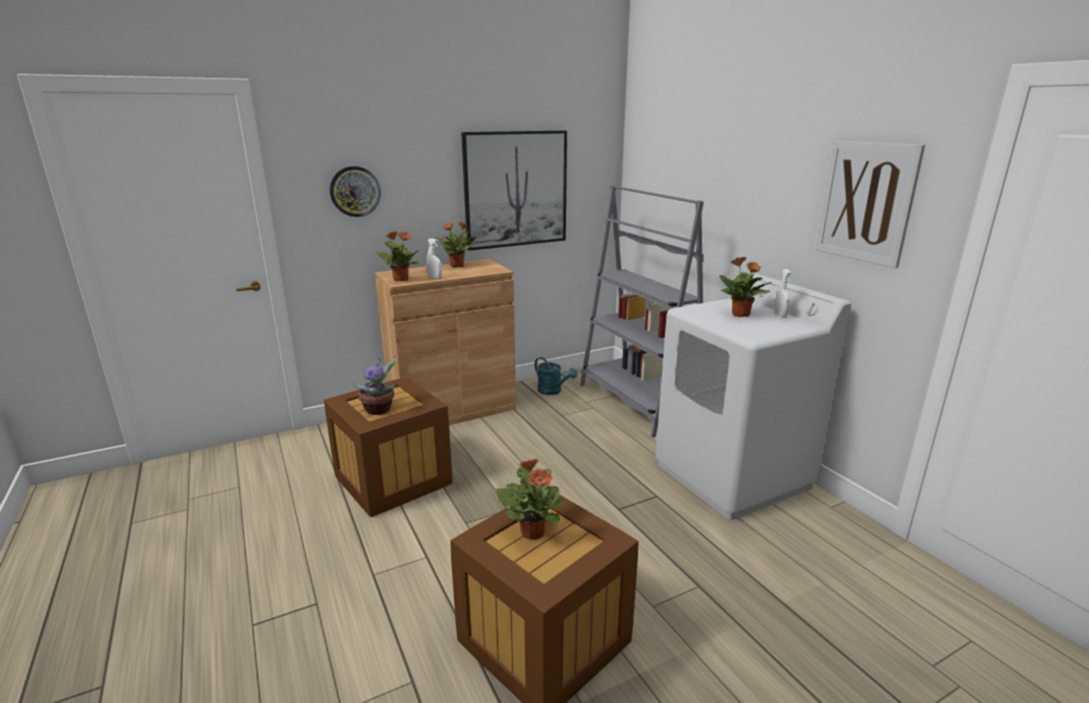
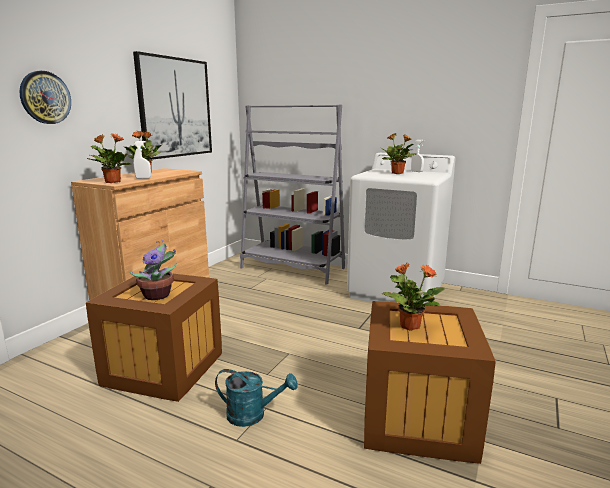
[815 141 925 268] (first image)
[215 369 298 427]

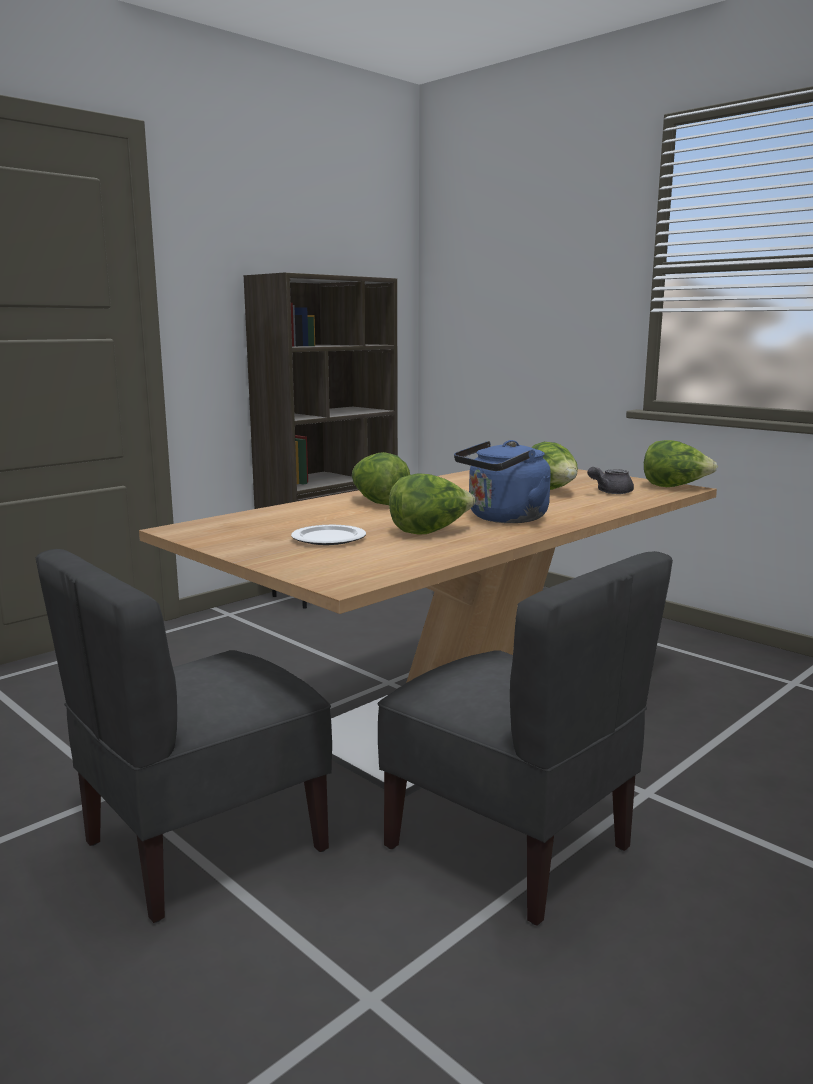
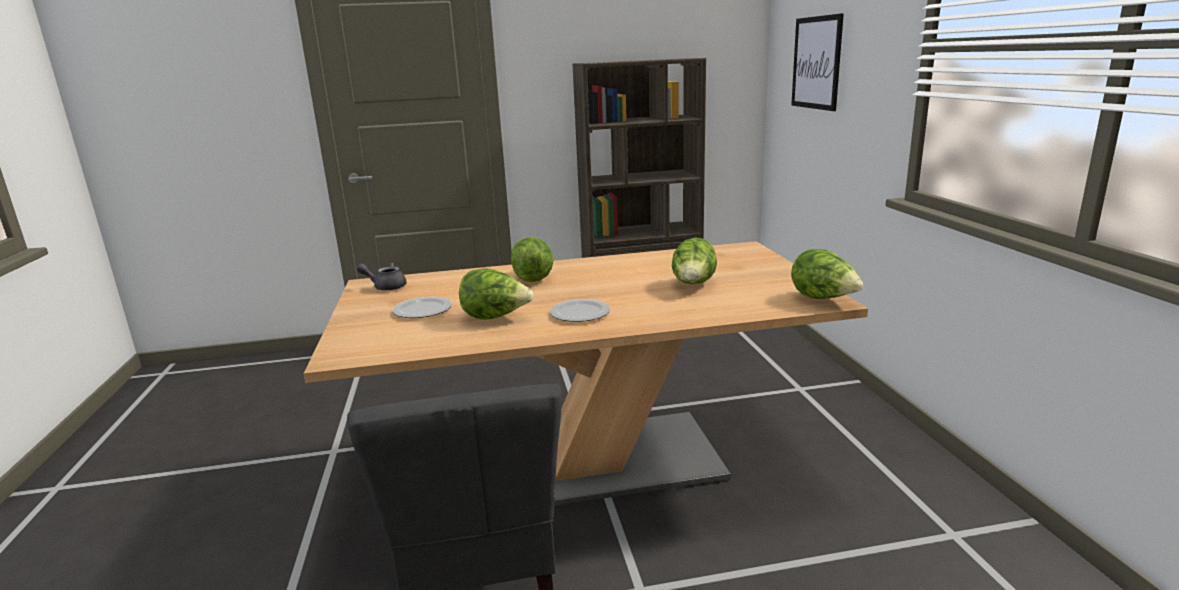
[36 549 332 923] (first image)
[791 13 844 111]
[356 263 407 291]
[550 299 610 322]

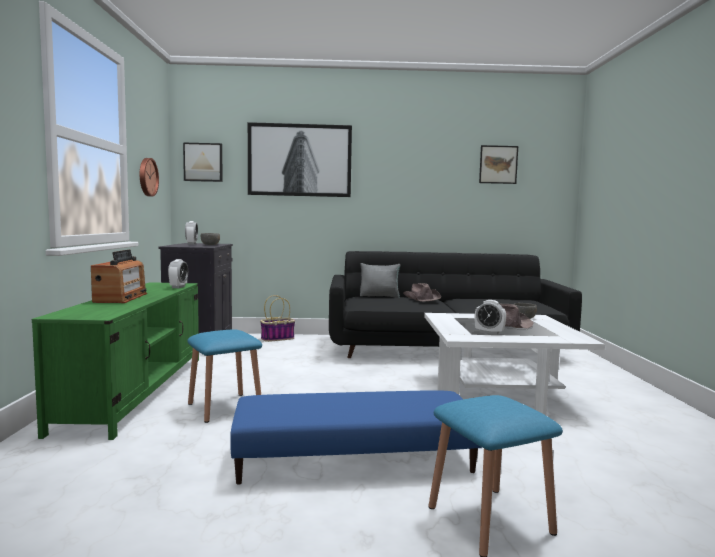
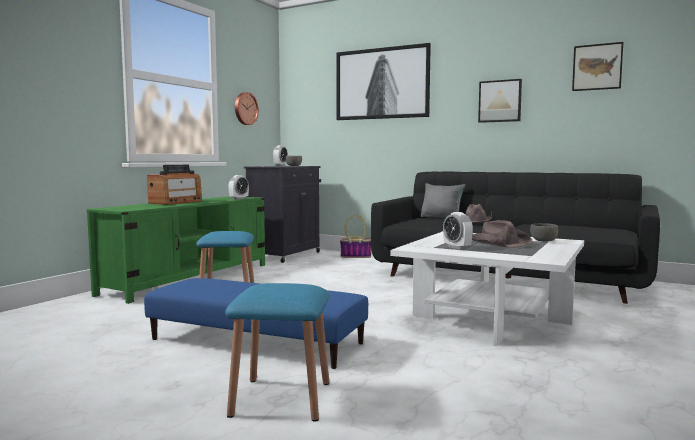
[478 79 522 123]

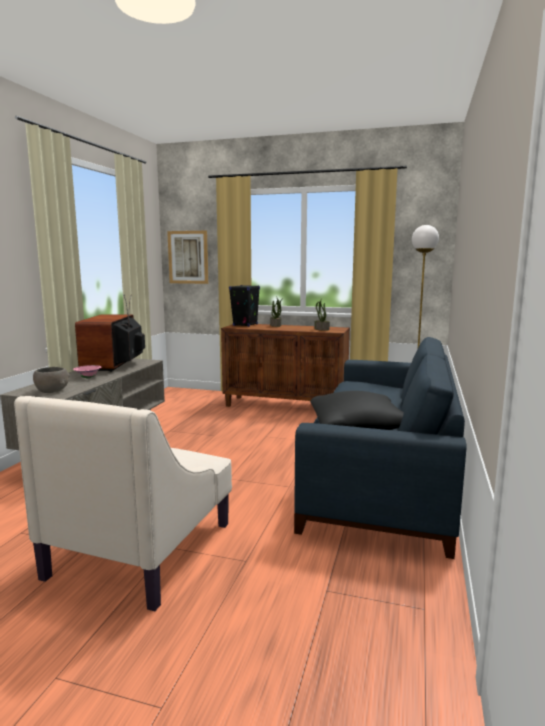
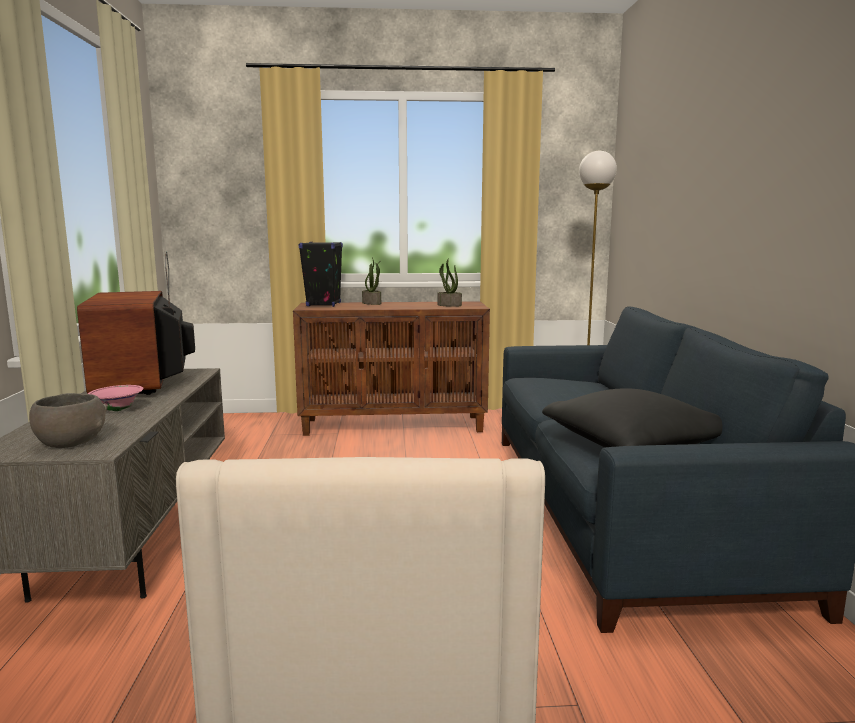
[167 231 208 284] (first image)

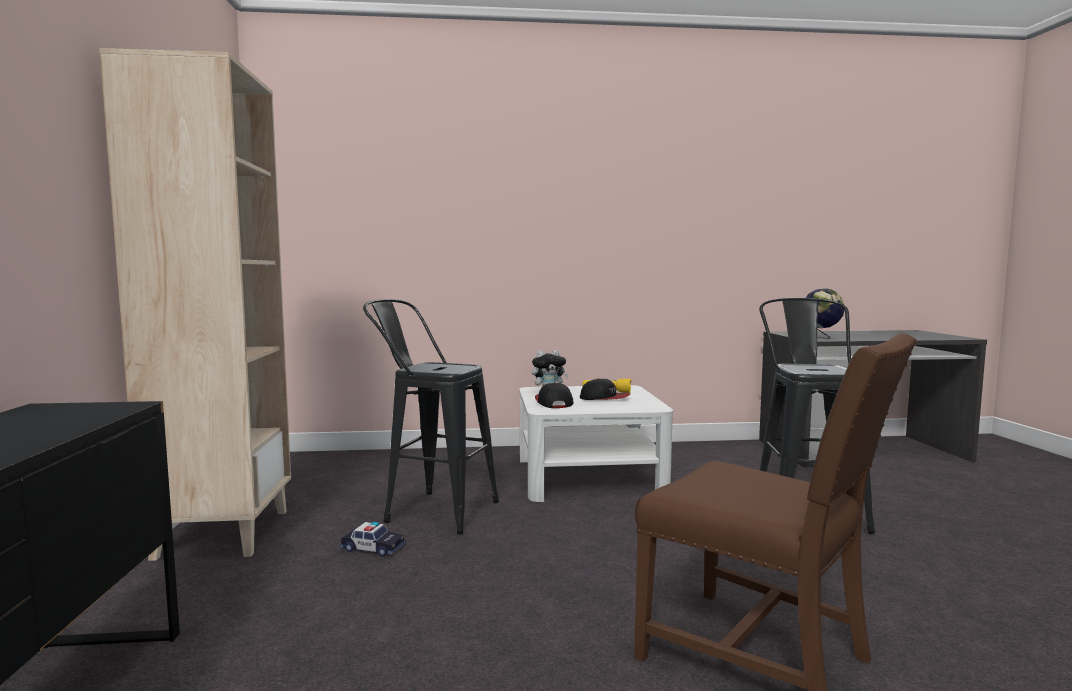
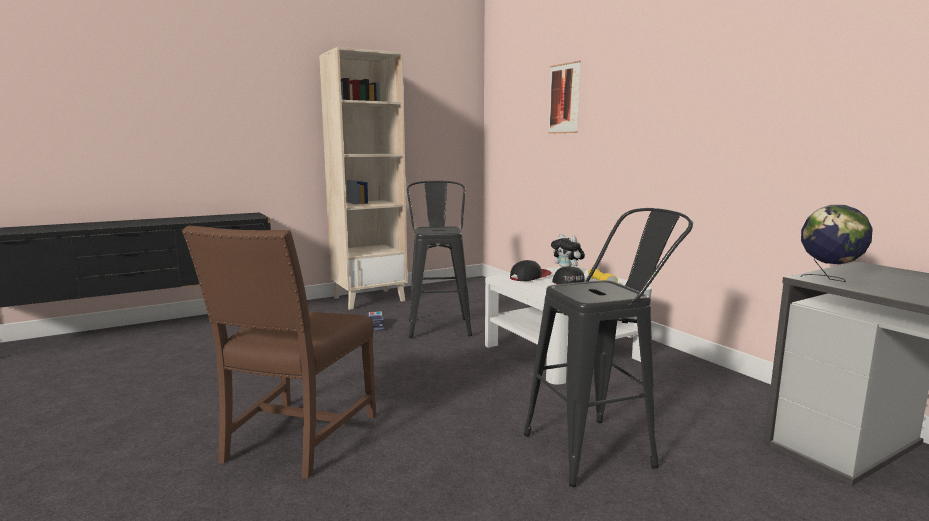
[548 61 581 134]

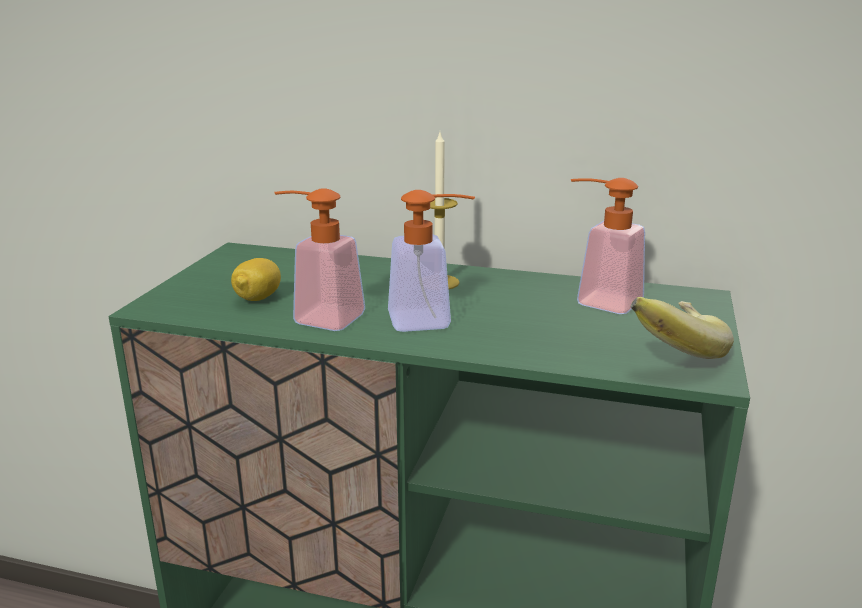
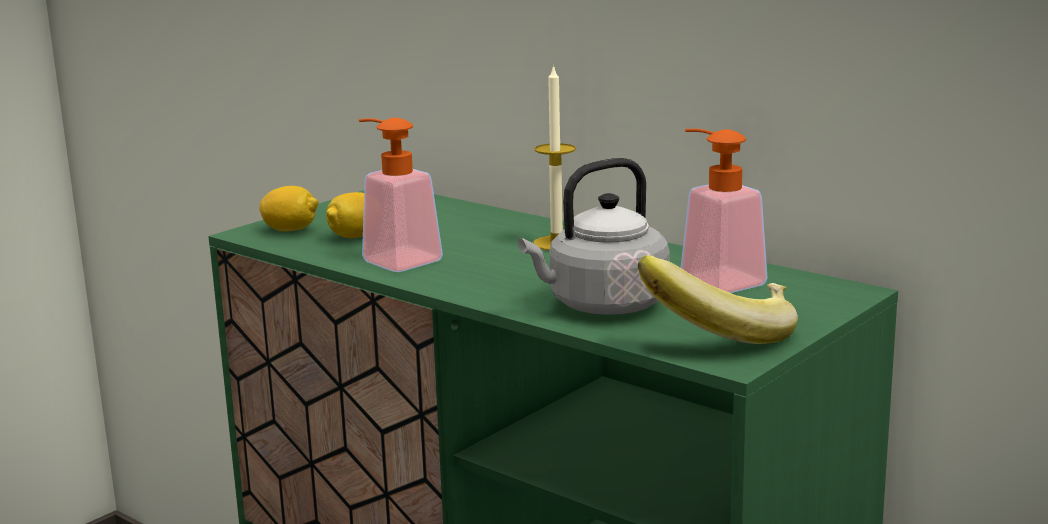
[388 190 475 332] (first image)
[259 186 319 232]
[518 158 670 315]

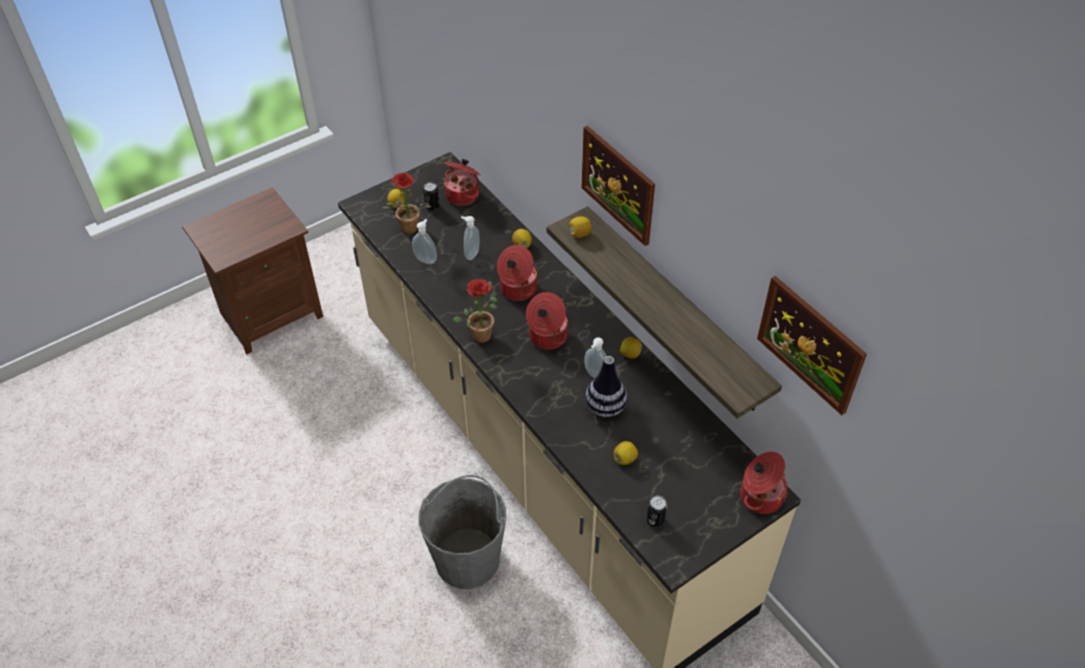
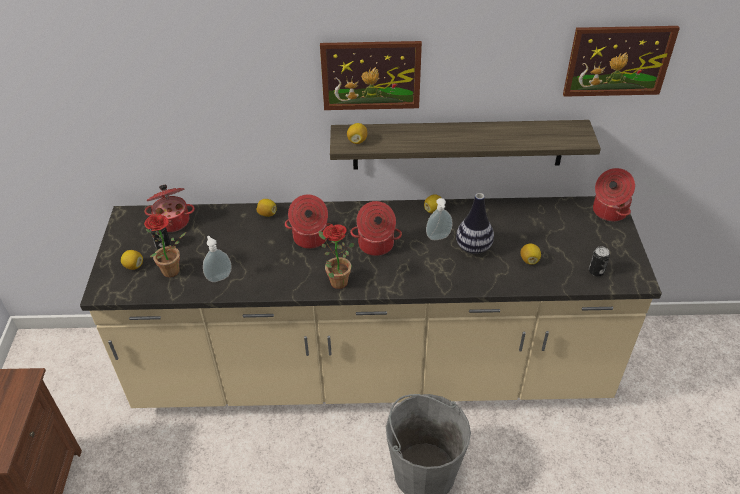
[461 216 480 260] (first image)

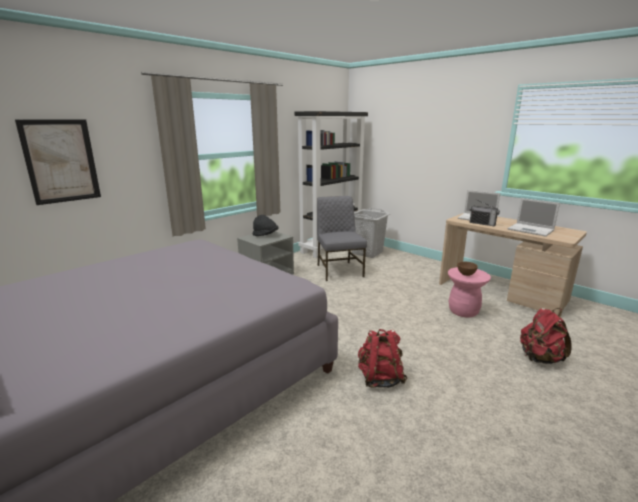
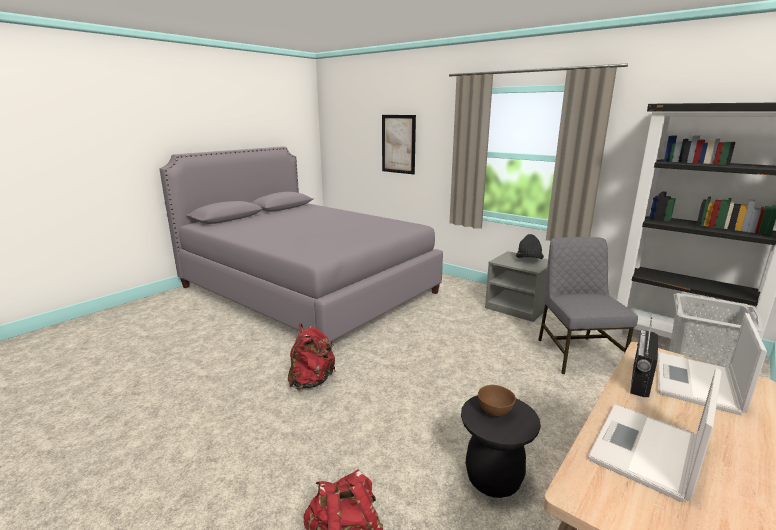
[461 395 541 498]
[538 237 638 374]

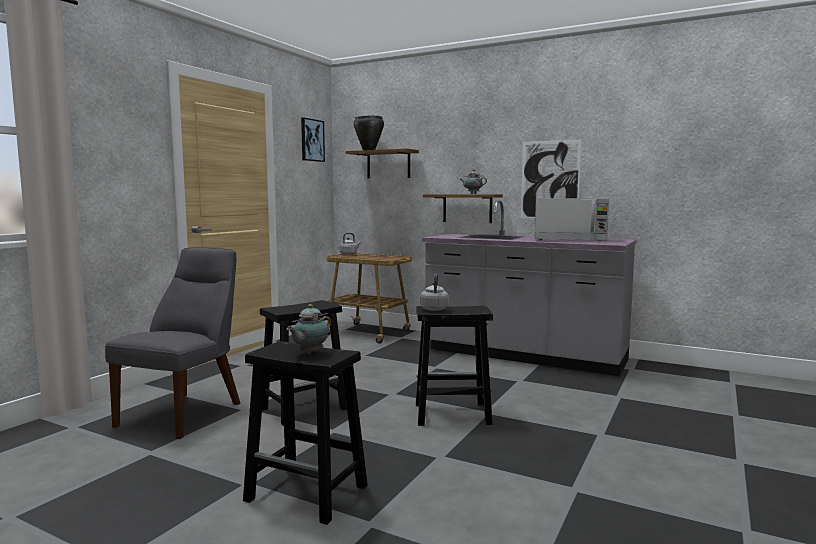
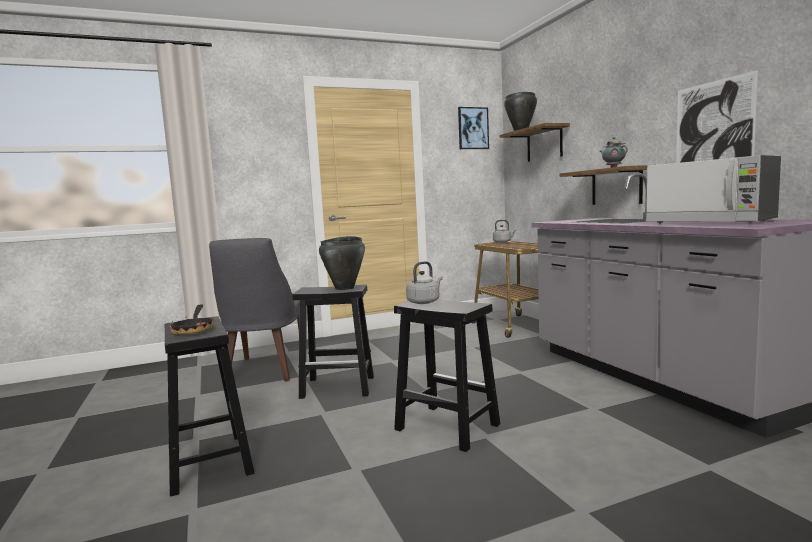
[319 236 365 290]
[170 304 214 335]
[209 238 299 381]

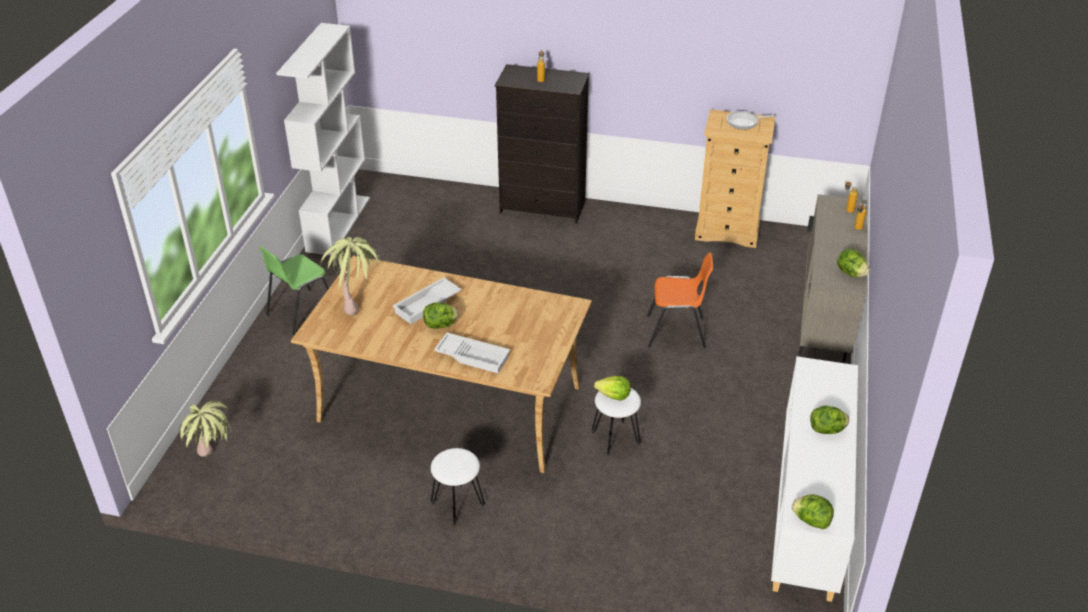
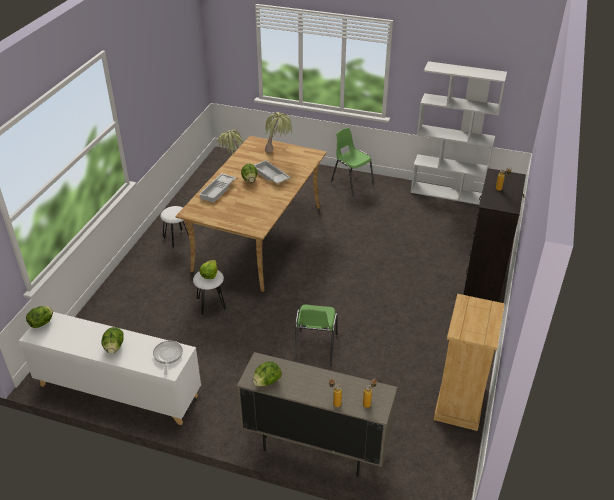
[153 341 183 375]
[294 305 338 366]

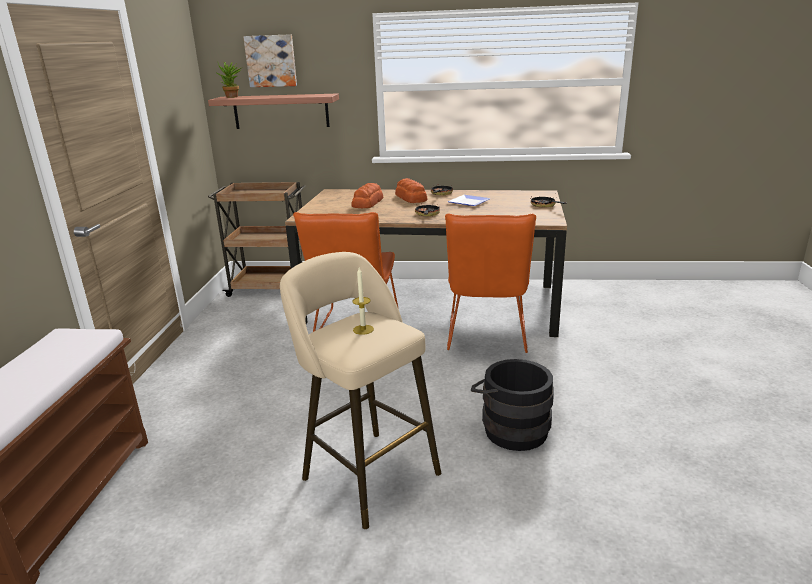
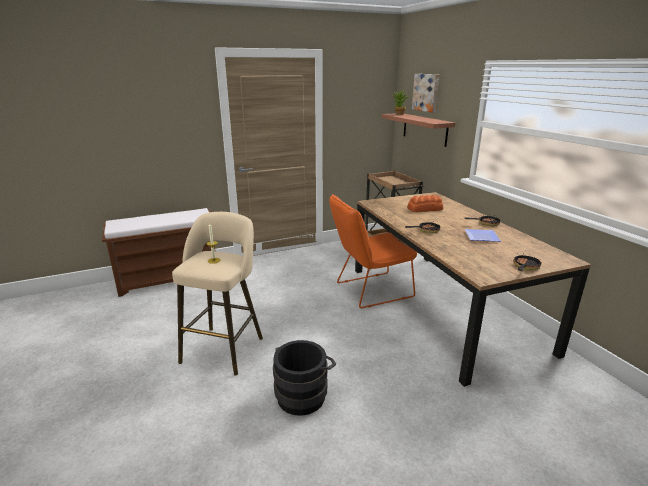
[395 178 428 203] (first image)
[445 213 536 353] (first image)

